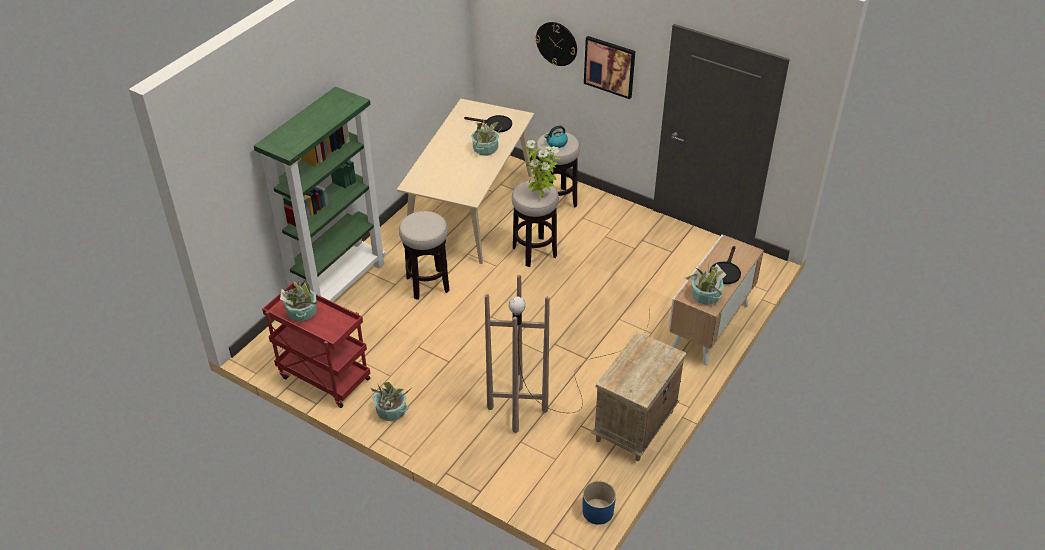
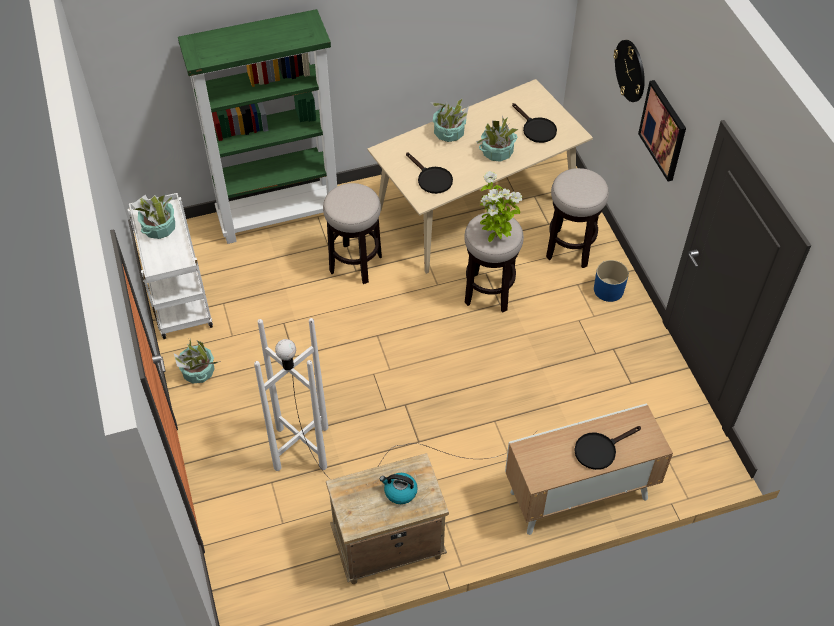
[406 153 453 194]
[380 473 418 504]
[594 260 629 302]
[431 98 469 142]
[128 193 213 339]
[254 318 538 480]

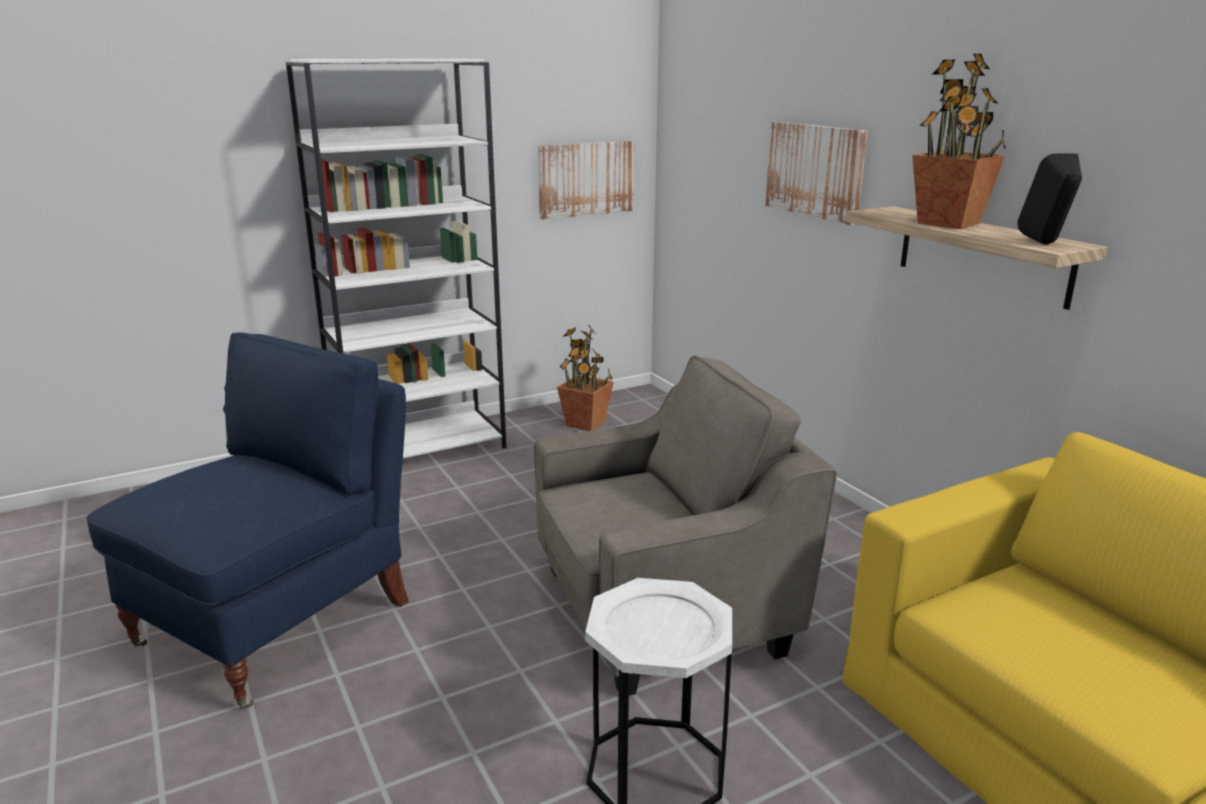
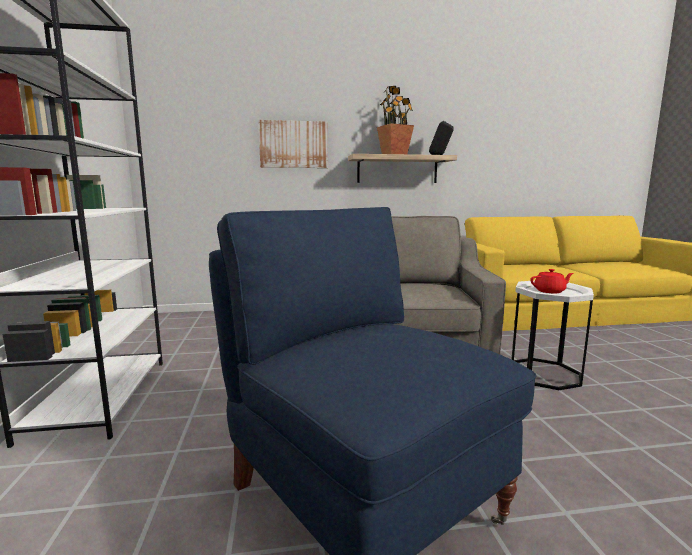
[538 141 635 220] (first image)
[557 324 614 431] (first image)
[530 269 574 293]

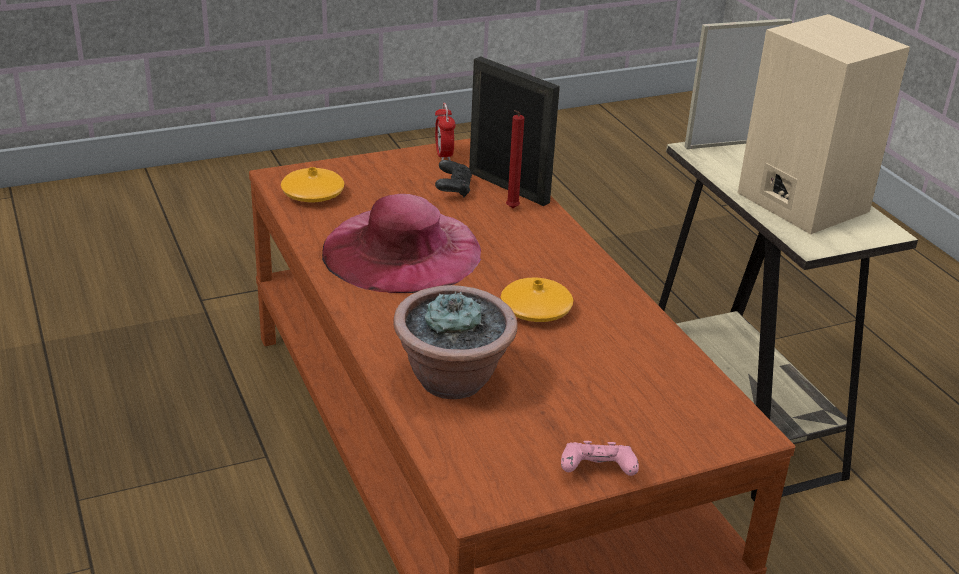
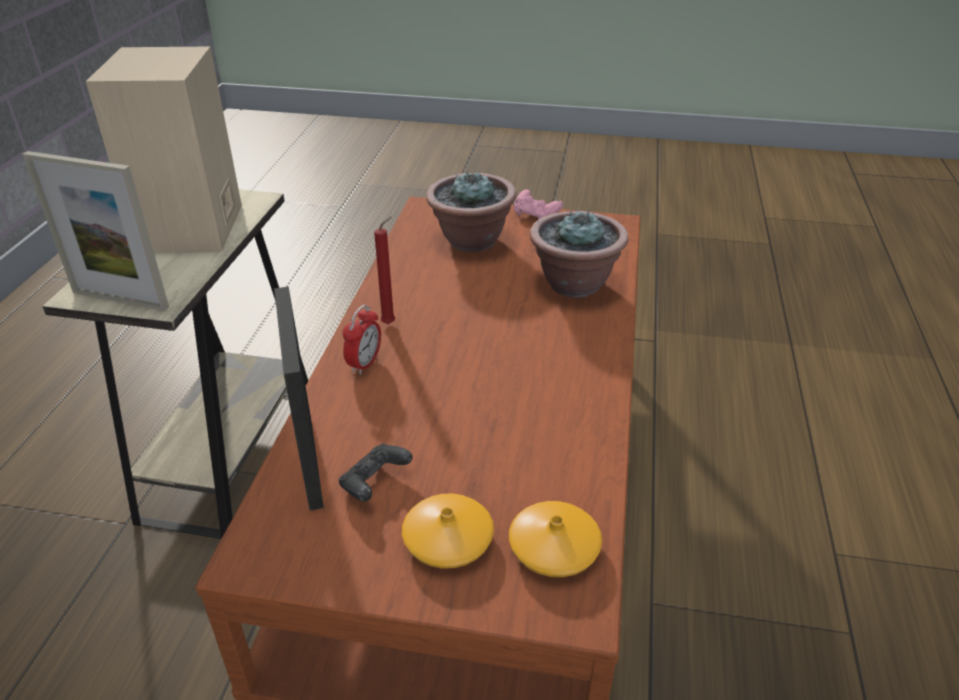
[322 194 481 293] (first image)
[426 170 516 252]
[343 305 381 375]
[402 493 494 569]
[374 217 395 324]

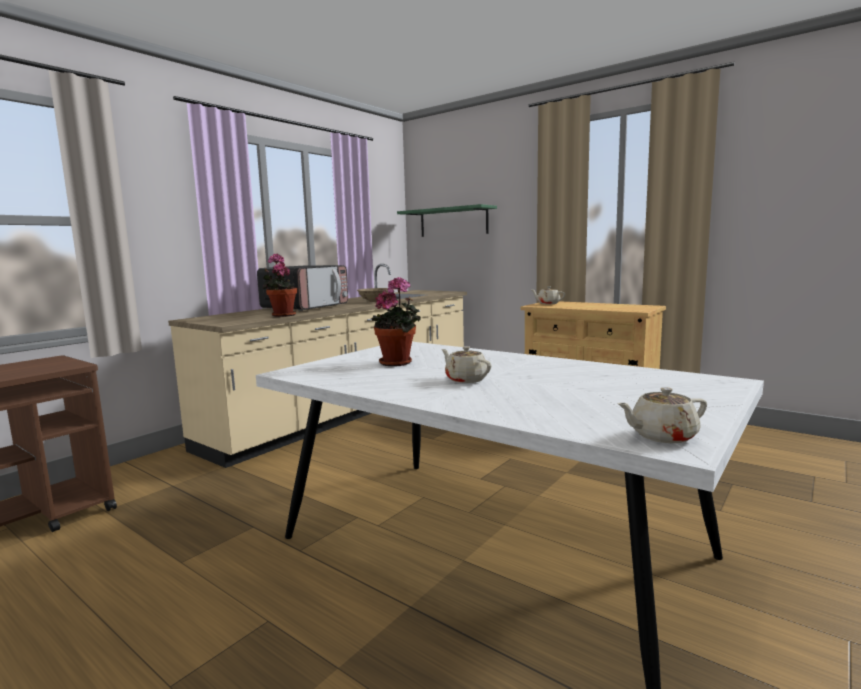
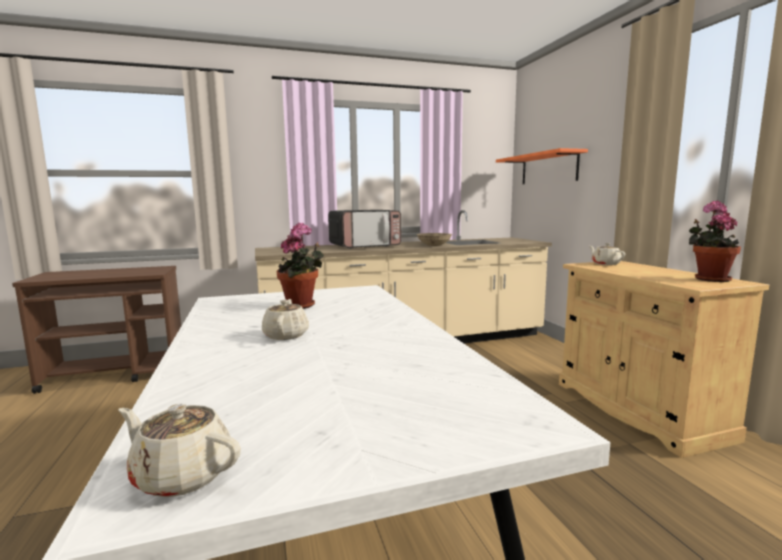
[689 200 741 282]
[496 148 588 184]

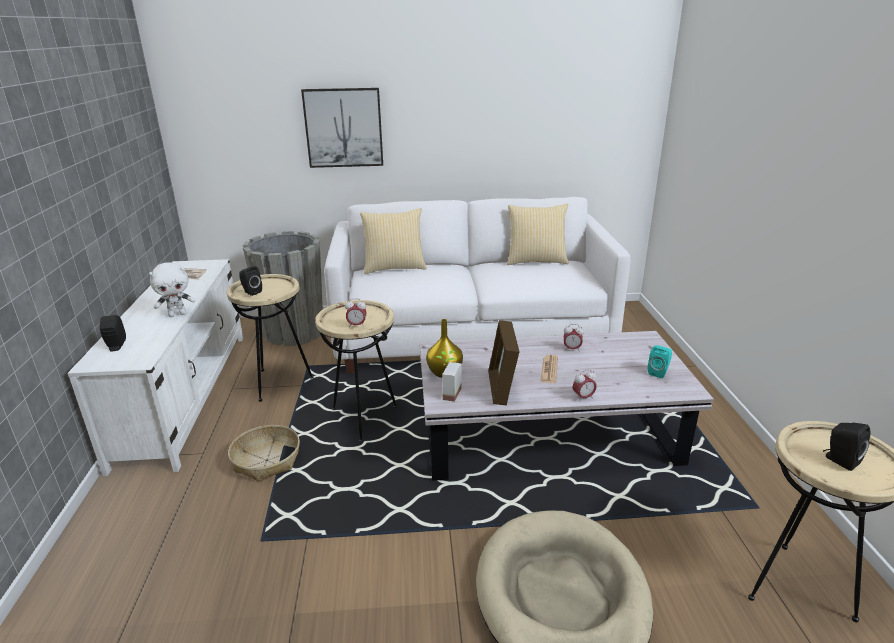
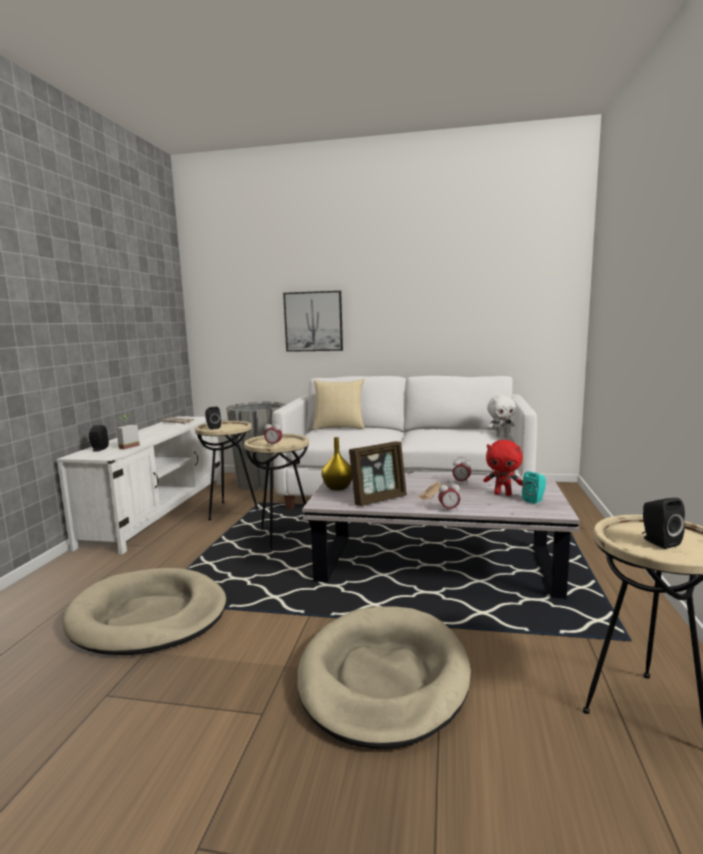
[228 425 300 482] (first image)
[507 204 569 265] (first image)
[62 568 226 655]
[483 440 523 496]
[487 395 516 436]
[116 414 140 449]
[349 442 407 506]

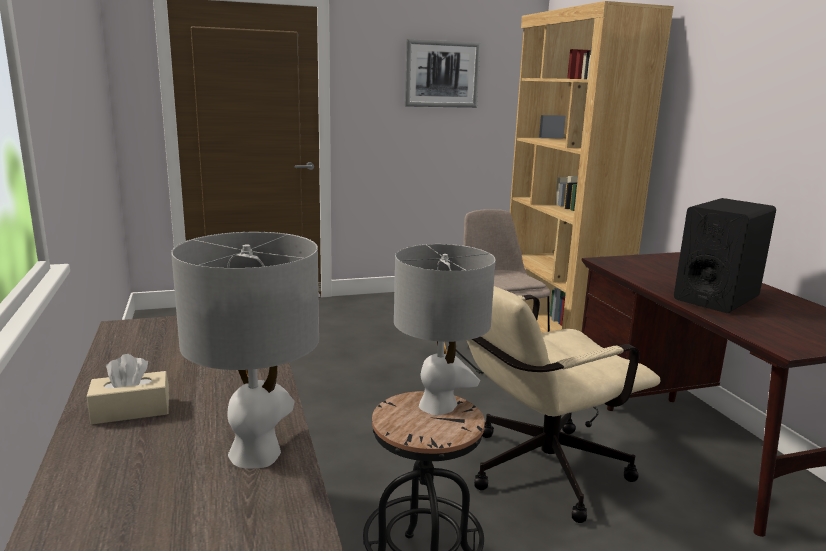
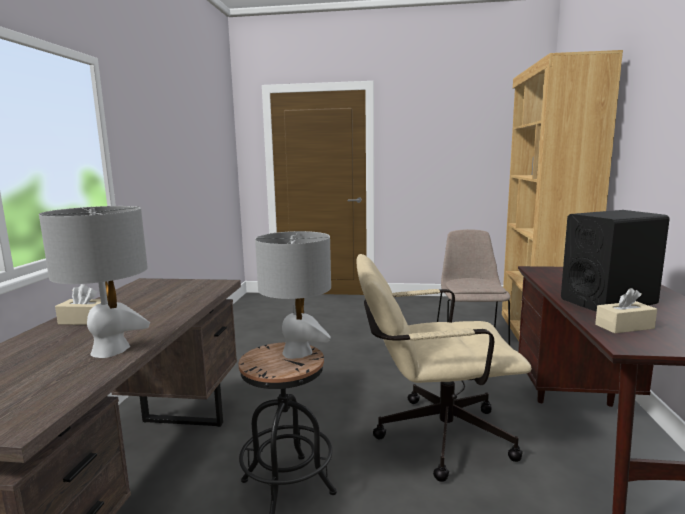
[405 39 481 108] (first image)
[595 288 657 334]

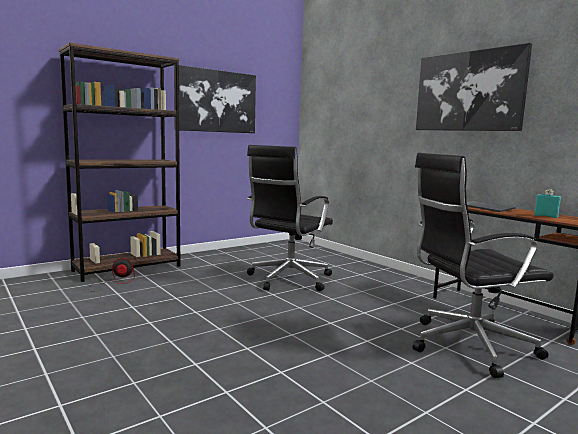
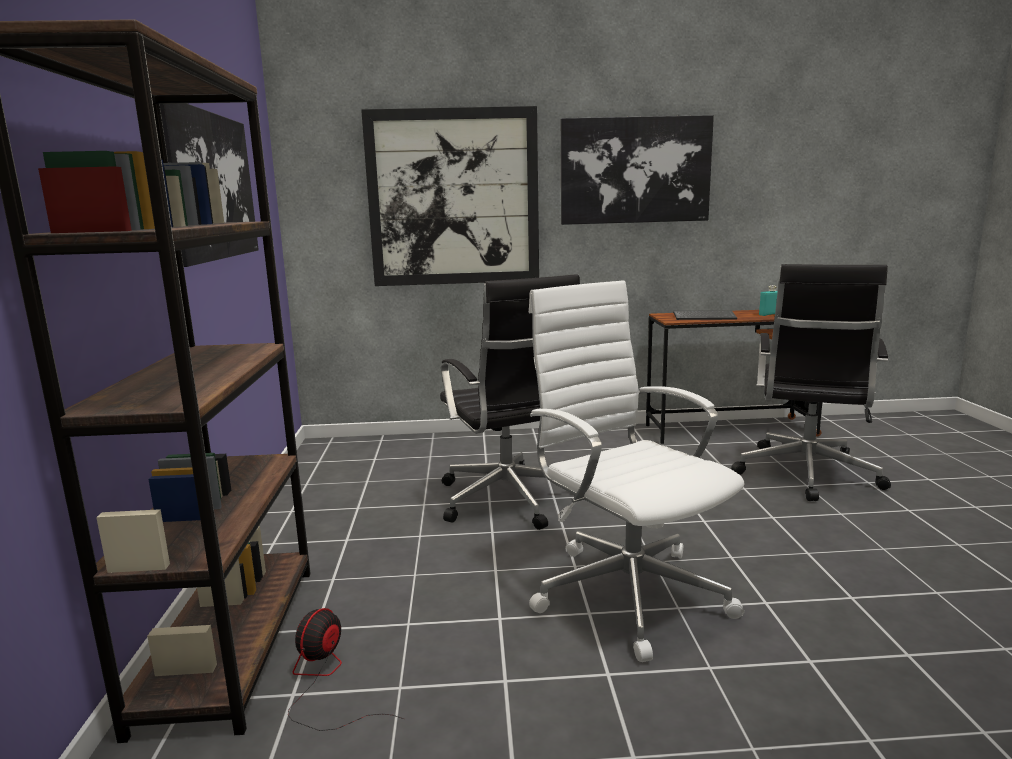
[361 106 539 286]
[529 280 744 662]

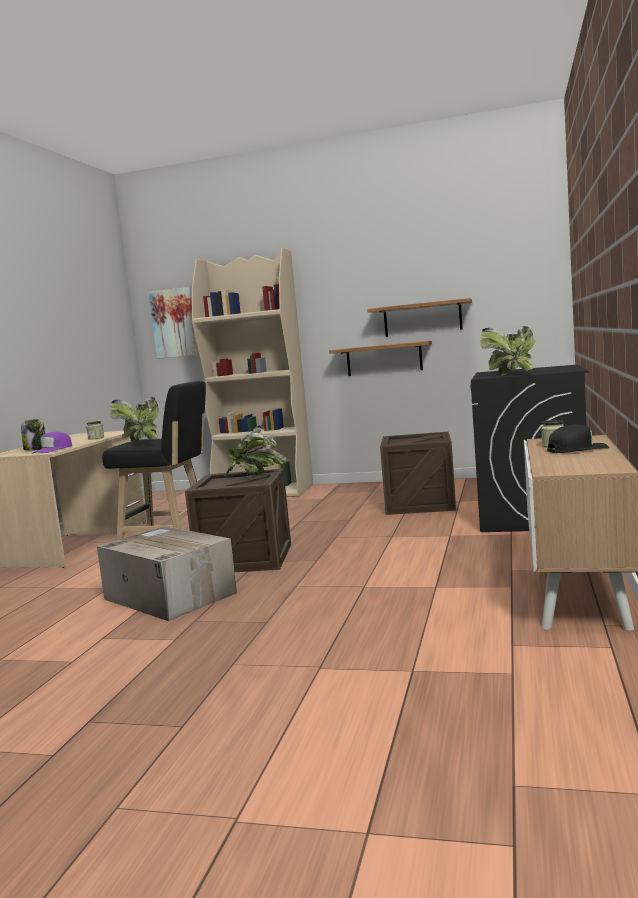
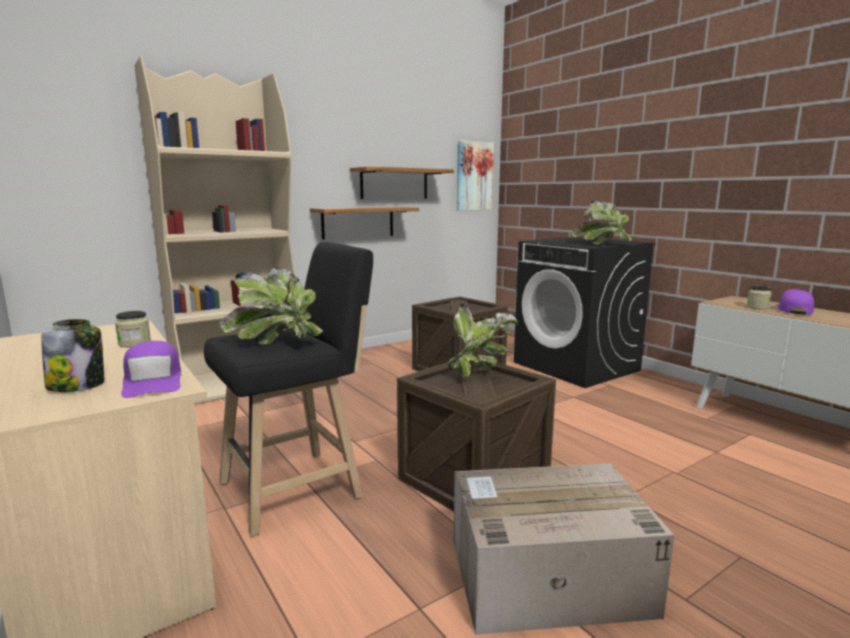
[457 140 494 211]
[777 289 814 314]

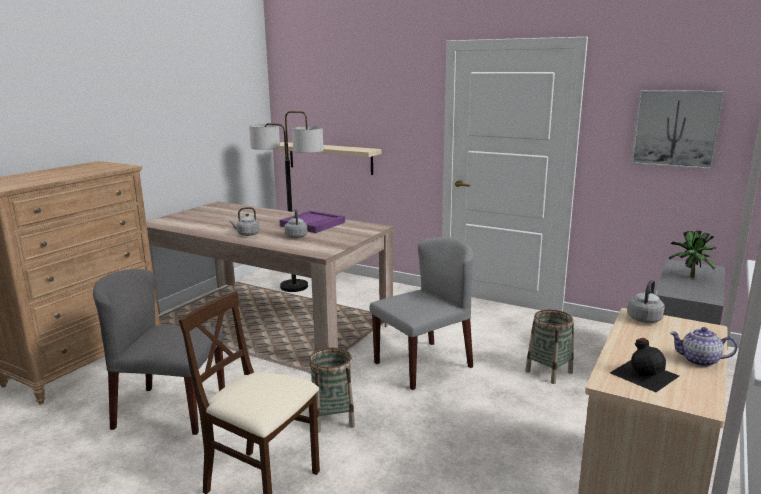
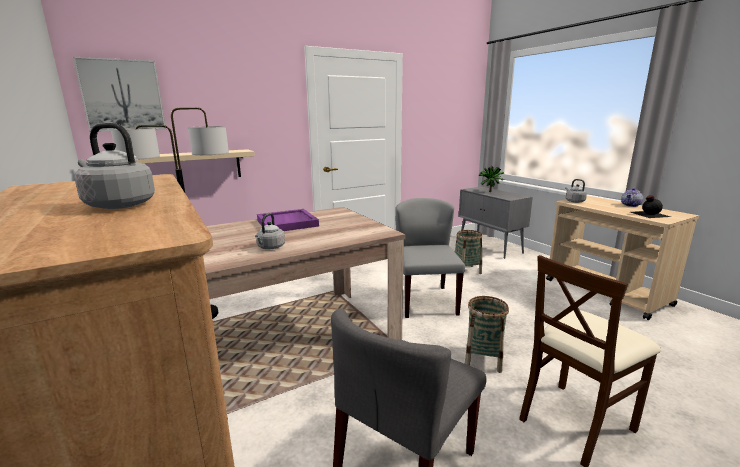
[75 123 155 209]
[73 57 166 132]

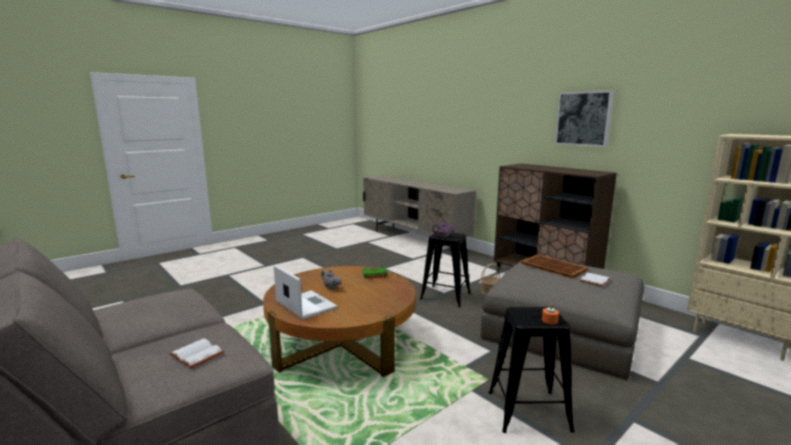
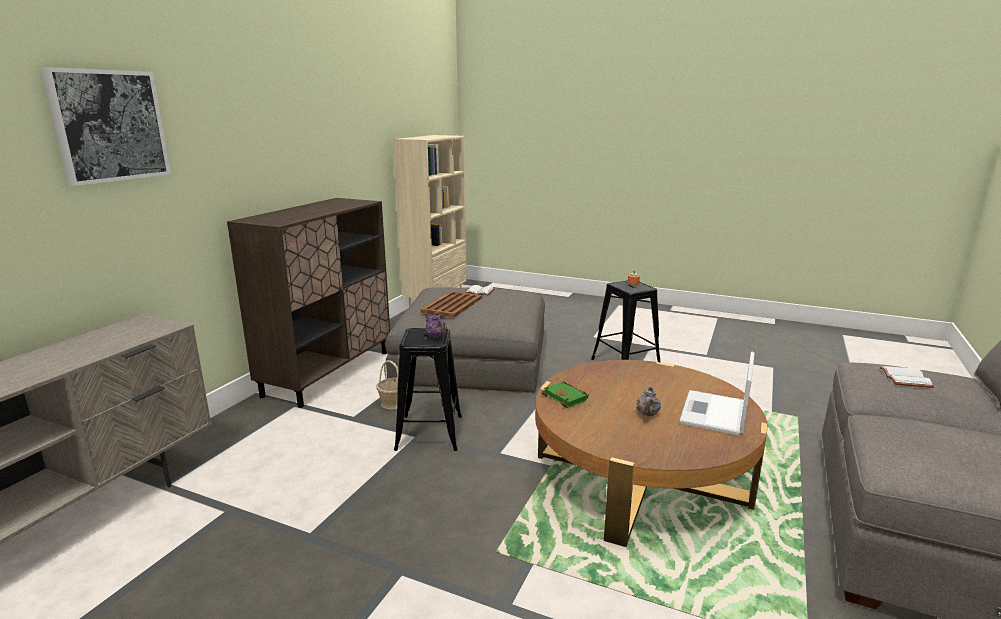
[41 67 171 186]

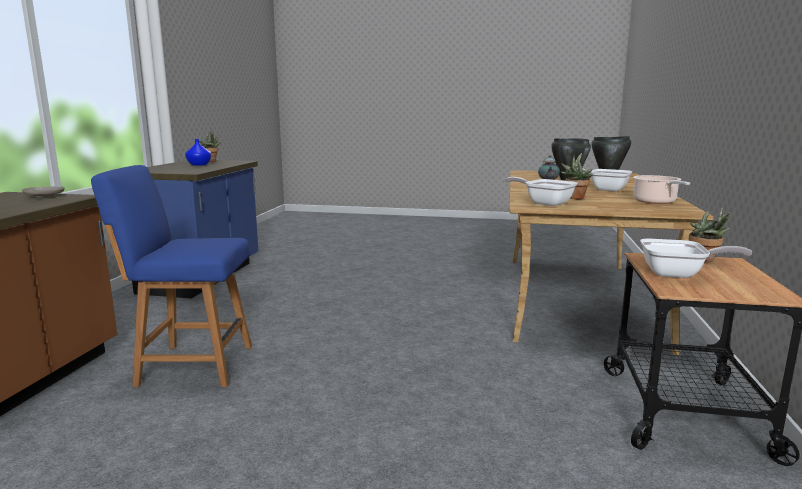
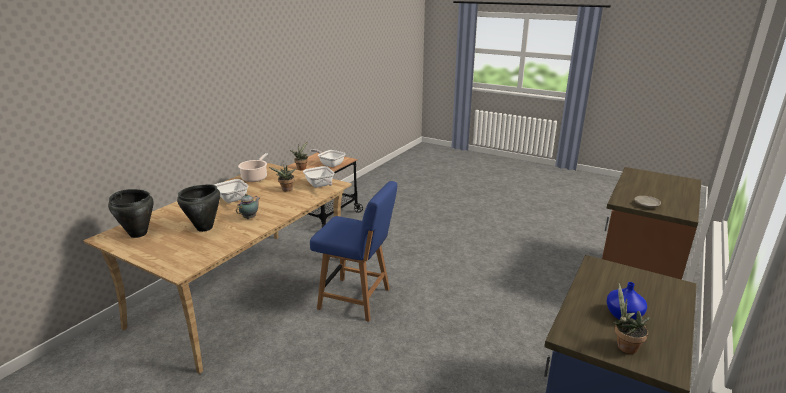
[310 181 397 322]

